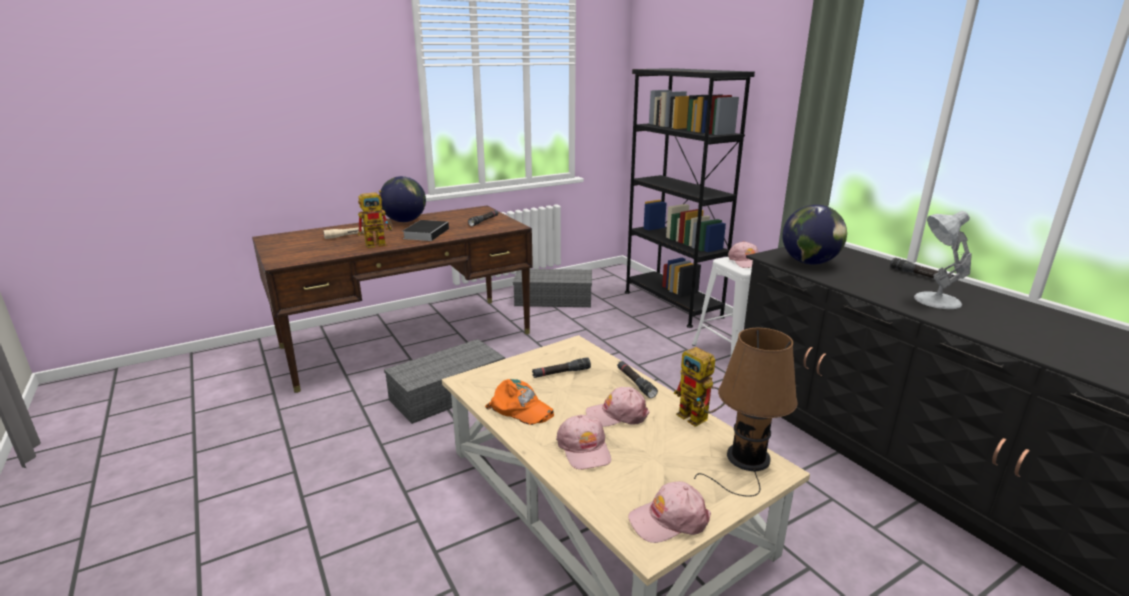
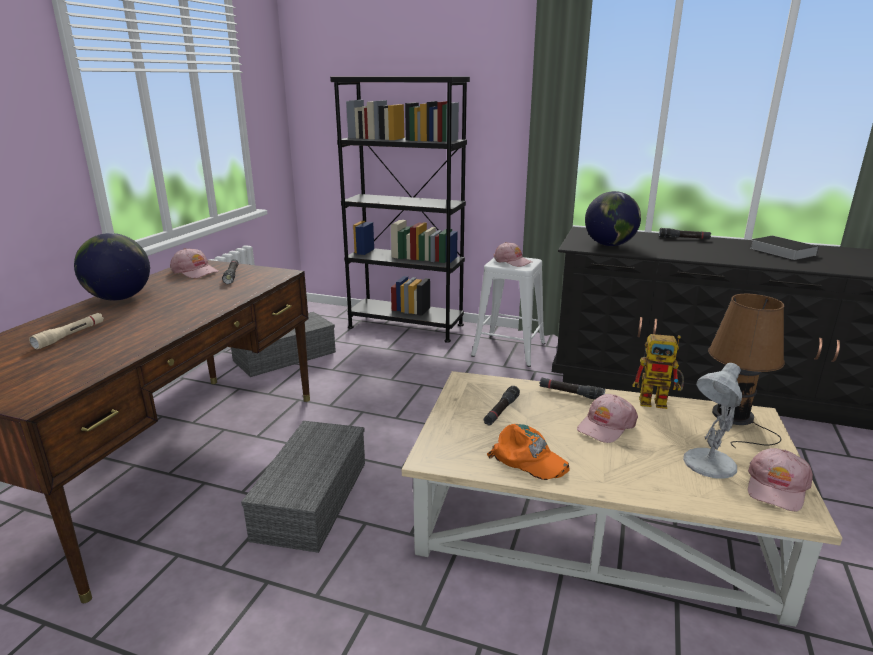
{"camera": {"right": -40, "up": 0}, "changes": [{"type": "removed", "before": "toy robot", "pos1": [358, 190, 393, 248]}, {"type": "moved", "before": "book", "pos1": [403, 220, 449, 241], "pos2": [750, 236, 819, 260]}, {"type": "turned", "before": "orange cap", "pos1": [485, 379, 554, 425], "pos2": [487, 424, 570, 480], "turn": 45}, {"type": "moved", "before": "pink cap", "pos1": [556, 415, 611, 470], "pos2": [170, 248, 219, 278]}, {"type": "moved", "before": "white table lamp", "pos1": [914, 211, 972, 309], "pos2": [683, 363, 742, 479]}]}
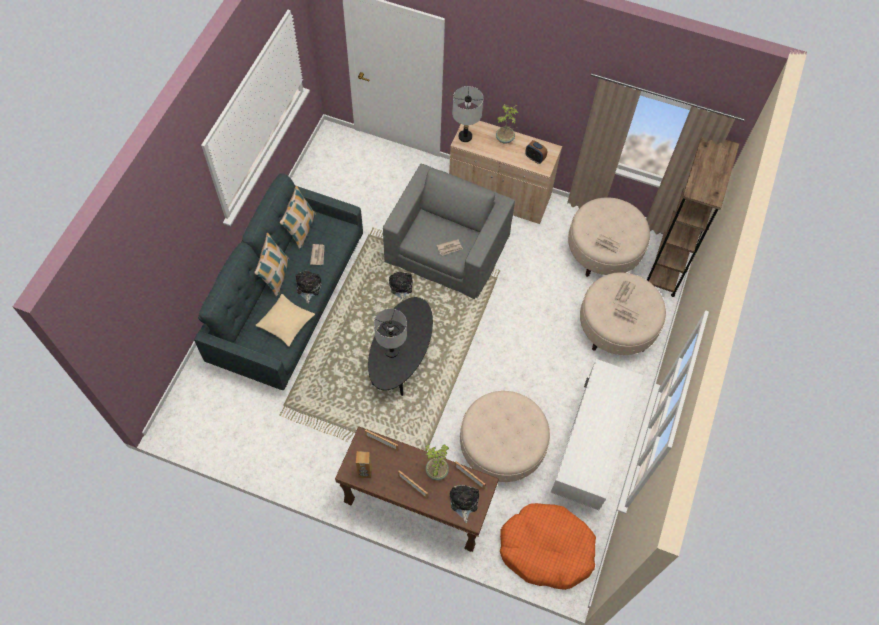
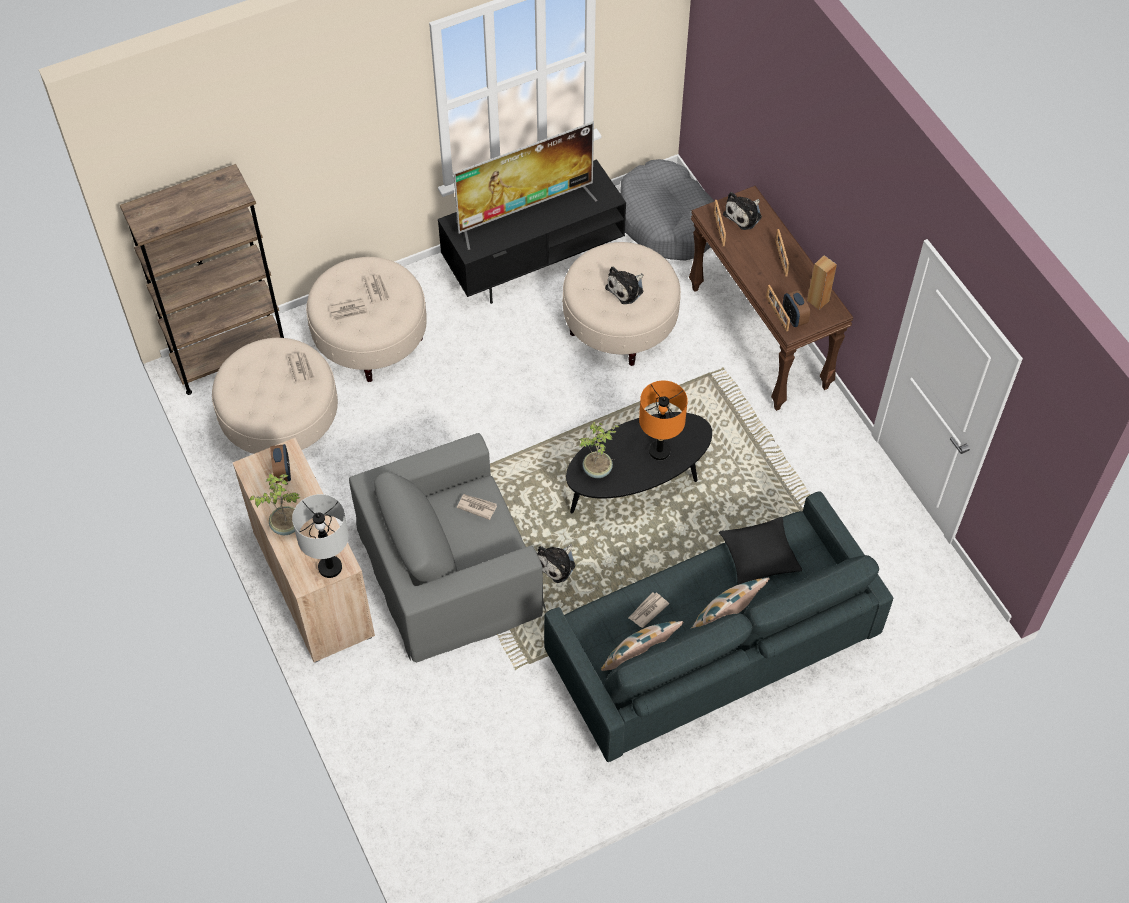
{"camera": {"right": -135, "up": -5}, "changes": [{"type": "recoloured", "before": "beige pillow", "after": "black pillow", "pos1": [255, 294, 315, 347], "pos2": [719, 517, 802, 585]}, {"type": "moved", "before": "plush toy", "pos1": [295, 271, 321, 304], "pos2": [605, 267, 643, 304]}, {"type": "recoloured", "before": "grey table lamp", "after": "orange table lamp", "pos1": [374, 308, 407, 358], "pos2": [639, 381, 688, 460]}, {"type": "moved", "before": "potted plant", "pos1": [425, 444, 449, 480], "pos2": [579, 422, 620, 478]}, {"type": "recoloured", "before": "orange dog bed", "after": "grey dog bed", "pos1": [500, 503, 596, 590], "pos2": [620, 159, 714, 261]}, {"type": "recoloured", "before": "white tv stand", "after": "black tv stand", "pos1": [551, 359, 644, 510], "pos2": [438, 159, 626, 304]}, {"type": "added", "after": "television", "pos2": [453, 122, 598, 250]}, {"type": "added", "after": "alarm clock", "pos2": [783, 290, 810, 327]}]}
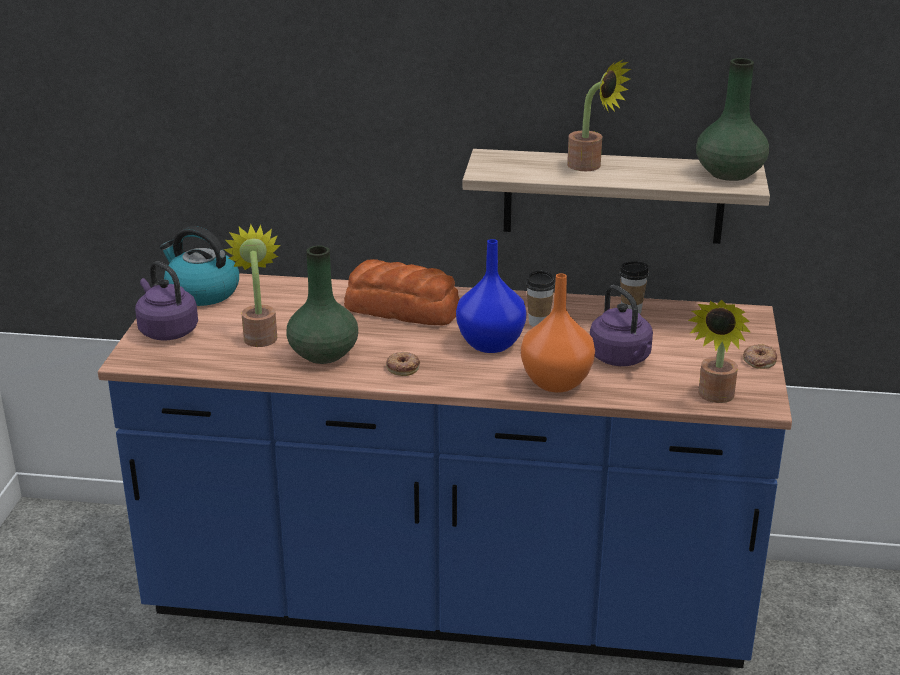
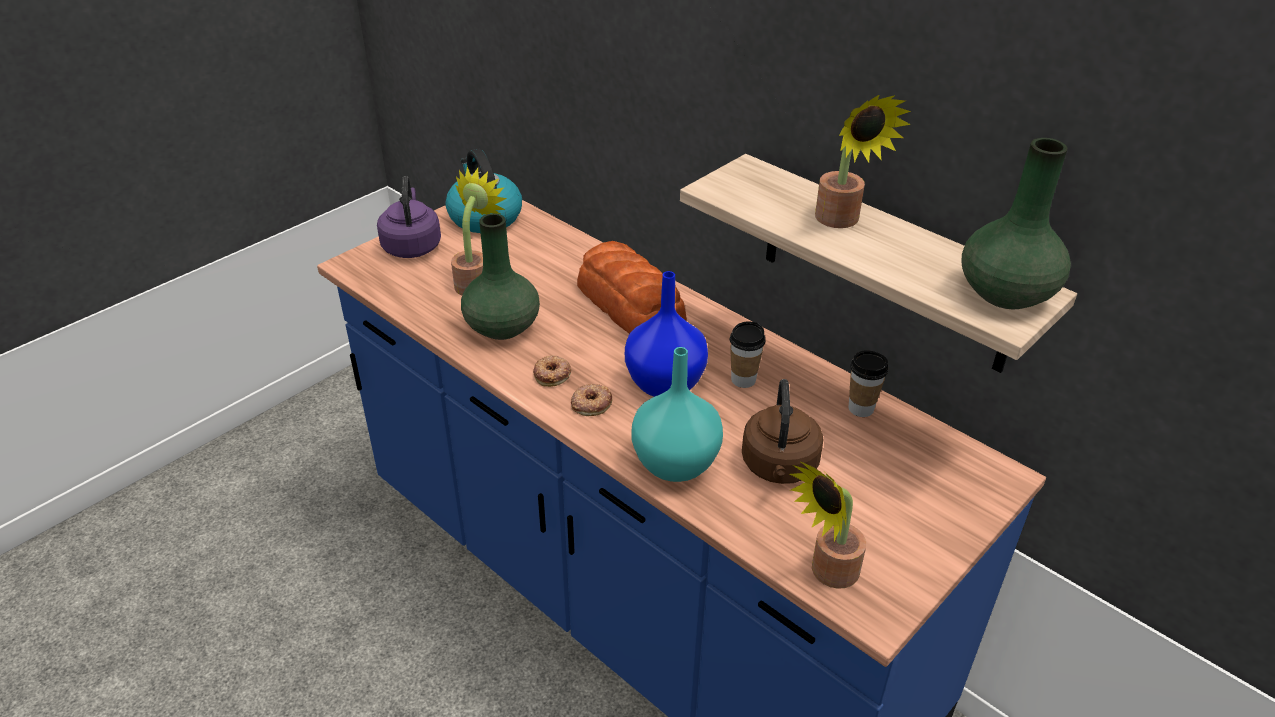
{"camera": {"right": 35, "up": 10}, "changes": [{"type": "recoloured", "before": "orange vase", "after": "turquoise vase", "pos1": [521, 273, 595, 392], "pos2": [631, 347, 723, 482]}, {"type": "recoloured", "before": "purple kettle", "after": "brown kettle", "pos1": [590, 285, 653, 366], "pos2": [742, 379, 823, 484]}, {"type": "moved", "before": "donut", "pos1": [743, 344, 777, 369], "pos2": [571, 384, 612, 416]}]}
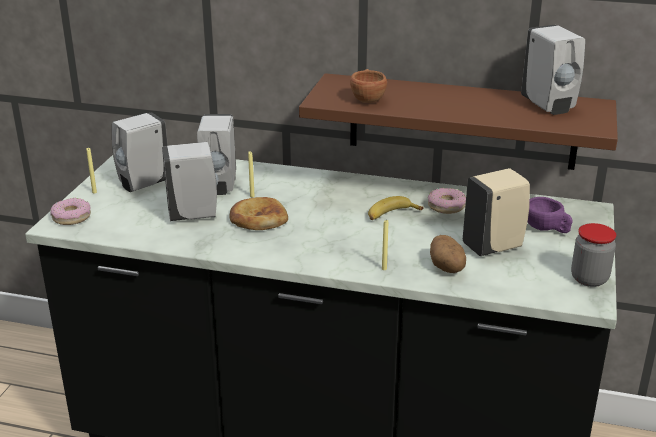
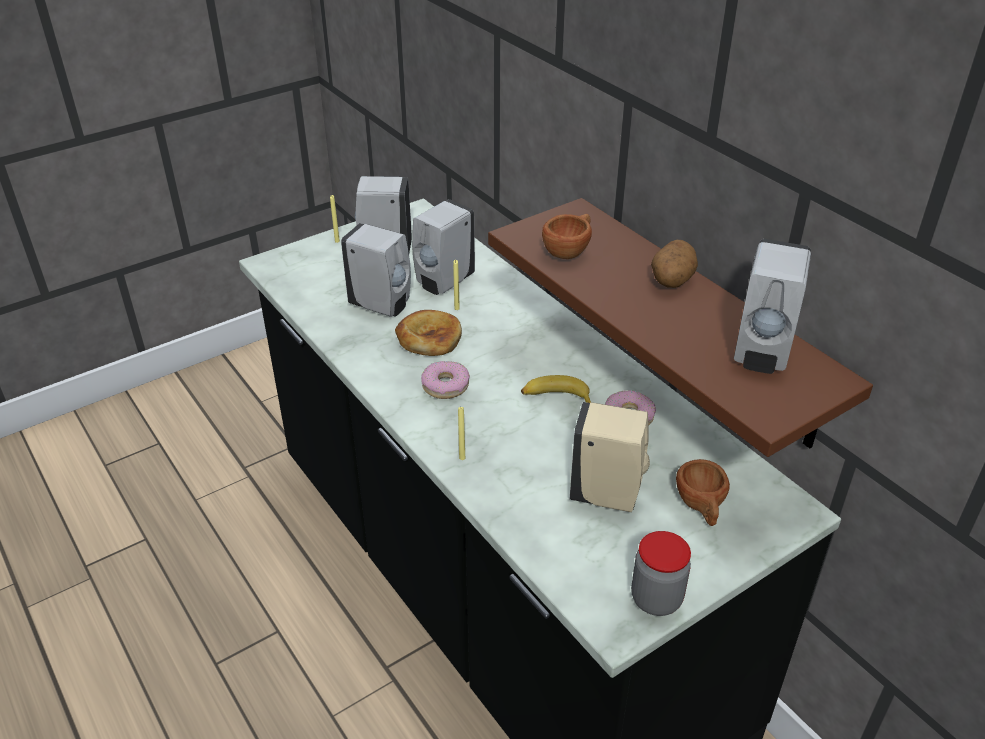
{"camera": {"right": 40, "up": 10}, "changes": [{"type": "moved", "before": "donut", "pos1": [50, 198, 91, 225], "pos2": [421, 361, 470, 399]}, {"type": "moved", "before": "potato", "pos1": [430, 235, 466, 273], "pos2": [651, 240, 698, 288]}, {"type": "recoloured", "before": "purple cup", "after": "brown cup", "pos1": [528, 197, 573, 233], "pos2": [676, 459, 730, 526]}]}
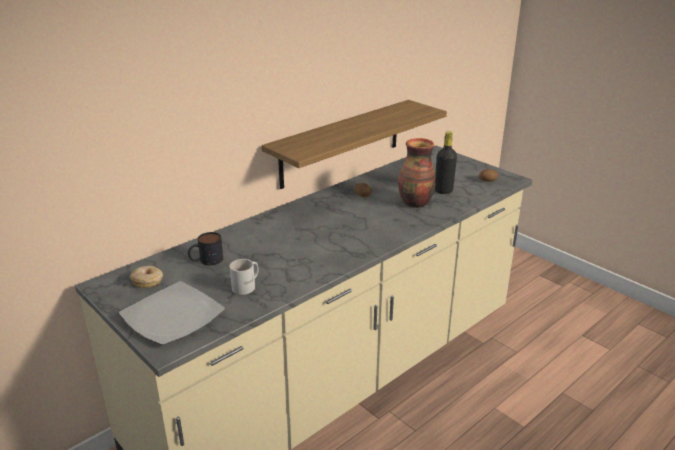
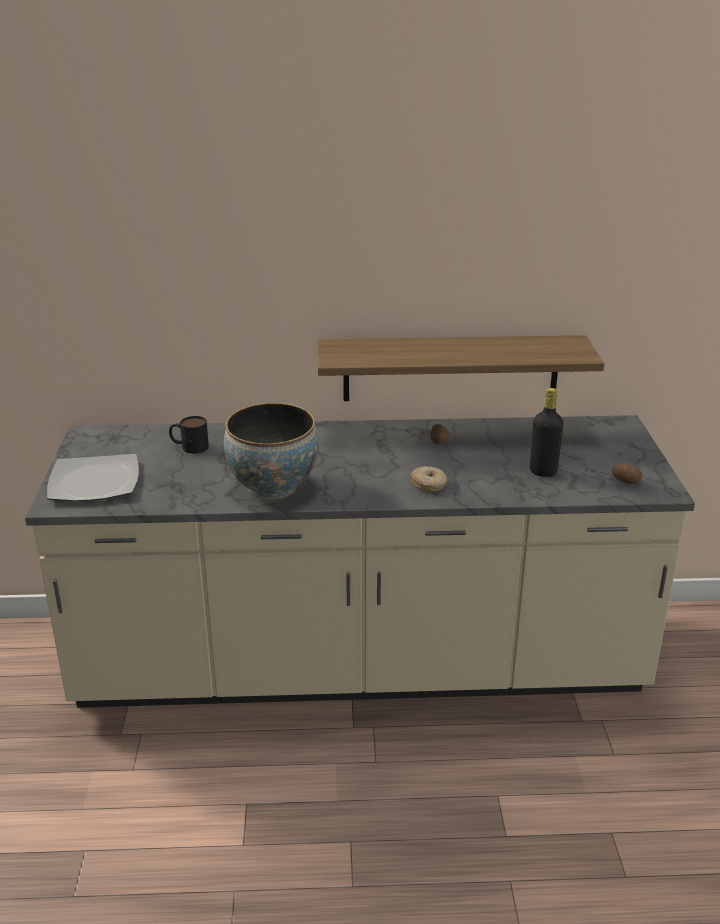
{"camera": {"right": 40, "up": 0}, "changes": [{"type": "moved", "before": "donut", "pos1": [130, 266, 163, 288], "pos2": [411, 466, 447, 491]}, {"type": "removed", "before": "white mug", "pos1": [230, 259, 258, 295]}, {"type": "removed", "before": "vase", "pos1": [398, 138, 435, 208]}, {"type": "added", "after": "bowl", "pos2": [224, 403, 319, 499]}]}
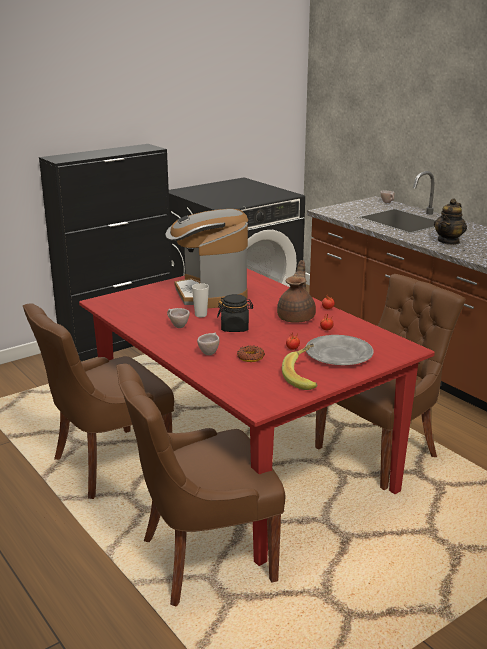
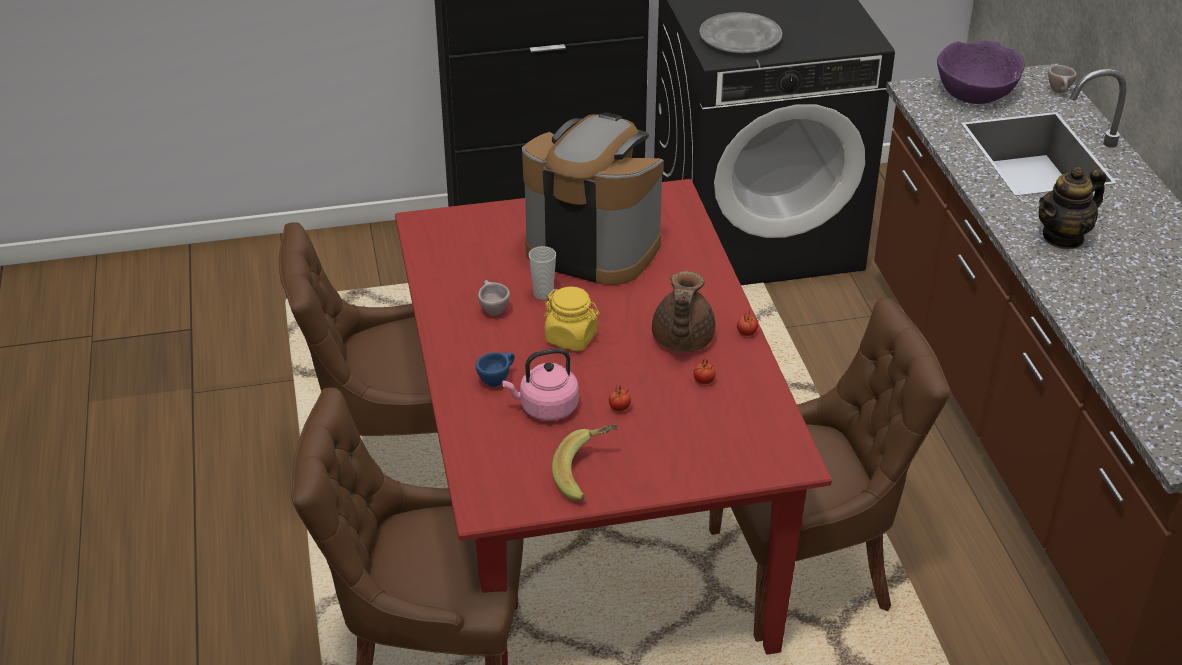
{"camera": {"right": 25, "up": 15}, "changes": [{"type": "turned", "before": "coffee machine", "pos1": [165, 209, 248, 308], "pos2": [522, 112, 664, 285], "turn": 105}, {"type": "recoloured", "before": "beige cup", "after": "blue cup", "pos1": [197, 333, 220, 355], "pos2": [476, 352, 515, 387]}, {"type": "recoloured", "before": "black jar", "after": "yellow jar", "pos1": [217, 294, 253, 332], "pos2": [544, 287, 600, 351]}, {"type": "replaced", "before": "donut", "after": "pink kettle", "pos1": [237, 346, 265, 362], "pos2": [502, 348, 579, 421]}, {"type": "turned", "before": "brown teapot", "pos1": [277, 260, 316, 323], "pos2": [652, 271, 715, 352], "turn": 150}, {"type": "moved", "before": "grey plate", "pos1": [306, 335, 374, 365], "pos2": [699, 12, 782, 53]}, {"type": "added", "after": "purple bowl", "pos2": [937, 40, 1025, 104]}]}
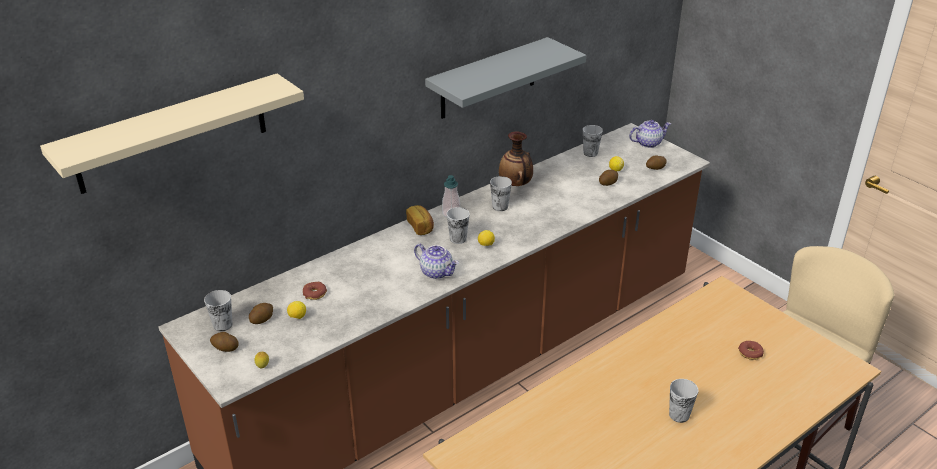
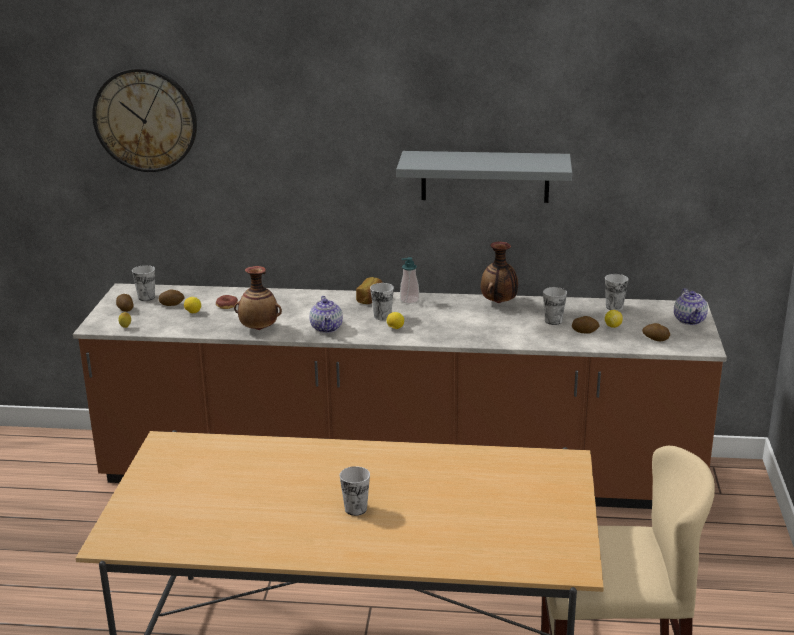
{"camera": {"right": 45, "up": -10}, "changes": [{"type": "replaced", "before": "beige shelf", "after": "wall clock", "pos1": [40, 74, 304, 194], "pos2": [92, 68, 197, 172]}, {"type": "moved", "before": "cup", "pos1": [490, 176, 512, 211], "pos2": [543, 287, 567, 325]}, {"type": "turned", "before": "teapot", "pos1": [629, 120, 671, 148], "pos2": [674, 288, 708, 325], "turn": 60}, {"type": "removed", "before": "donut", "pos1": [738, 341, 764, 360]}, {"type": "added", "after": "vase", "pos2": [234, 266, 282, 330]}]}
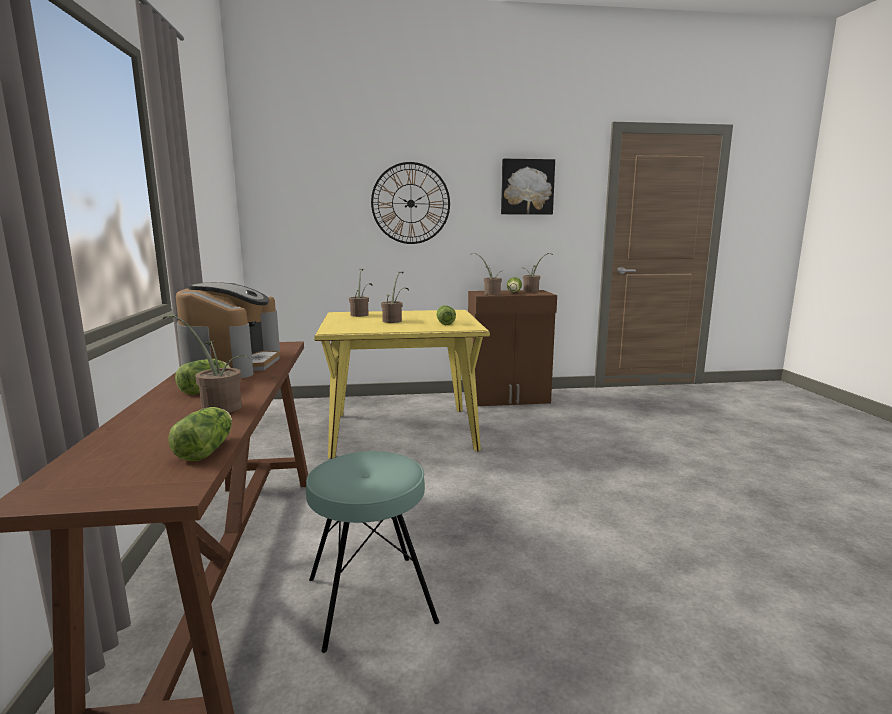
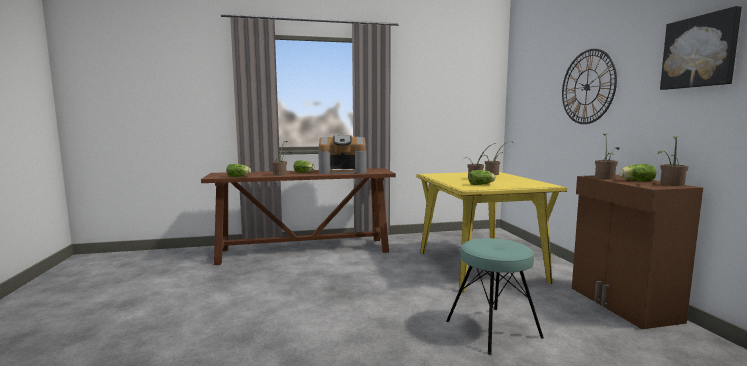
{"camera": {"right": 85, "up": -5}, "changes": [{"type": "moved", "before": "turquoise stool", "pos1": [306, 451, 439, 653], "pos2": [446, 238, 544, 355]}]}
